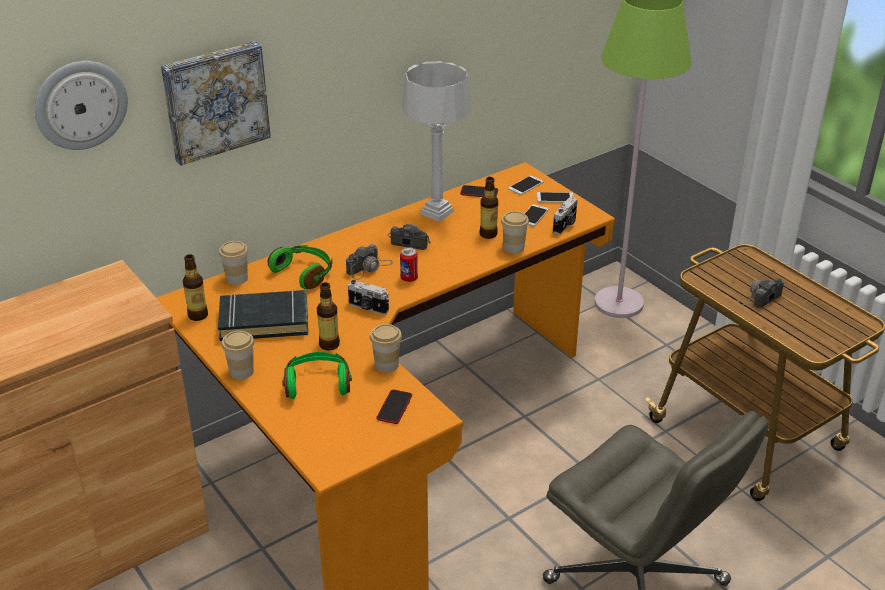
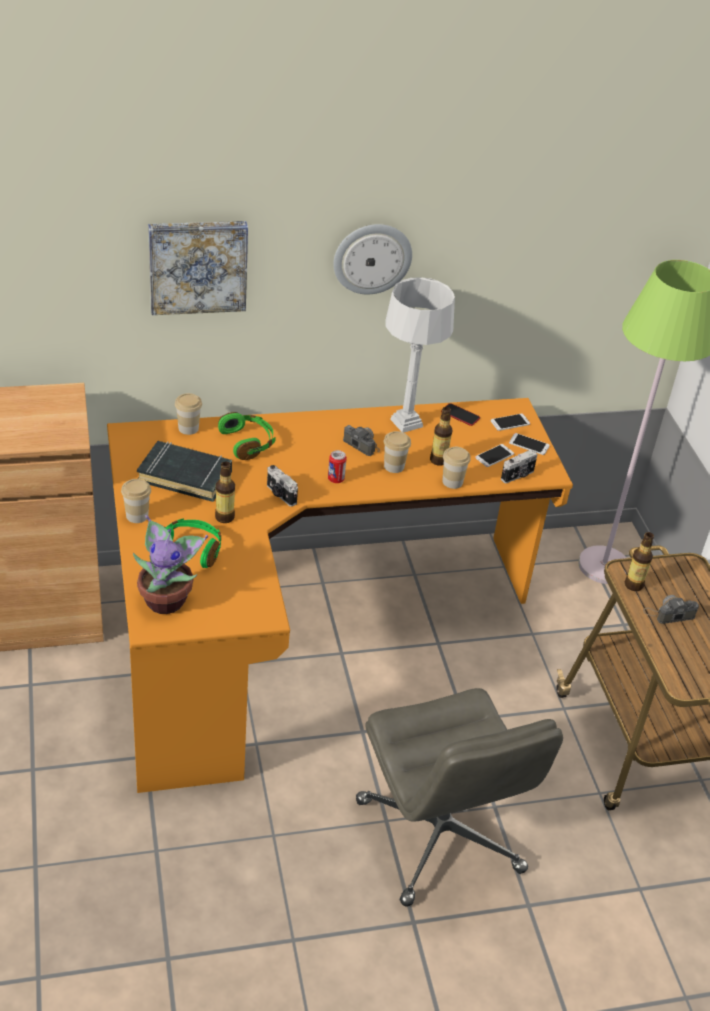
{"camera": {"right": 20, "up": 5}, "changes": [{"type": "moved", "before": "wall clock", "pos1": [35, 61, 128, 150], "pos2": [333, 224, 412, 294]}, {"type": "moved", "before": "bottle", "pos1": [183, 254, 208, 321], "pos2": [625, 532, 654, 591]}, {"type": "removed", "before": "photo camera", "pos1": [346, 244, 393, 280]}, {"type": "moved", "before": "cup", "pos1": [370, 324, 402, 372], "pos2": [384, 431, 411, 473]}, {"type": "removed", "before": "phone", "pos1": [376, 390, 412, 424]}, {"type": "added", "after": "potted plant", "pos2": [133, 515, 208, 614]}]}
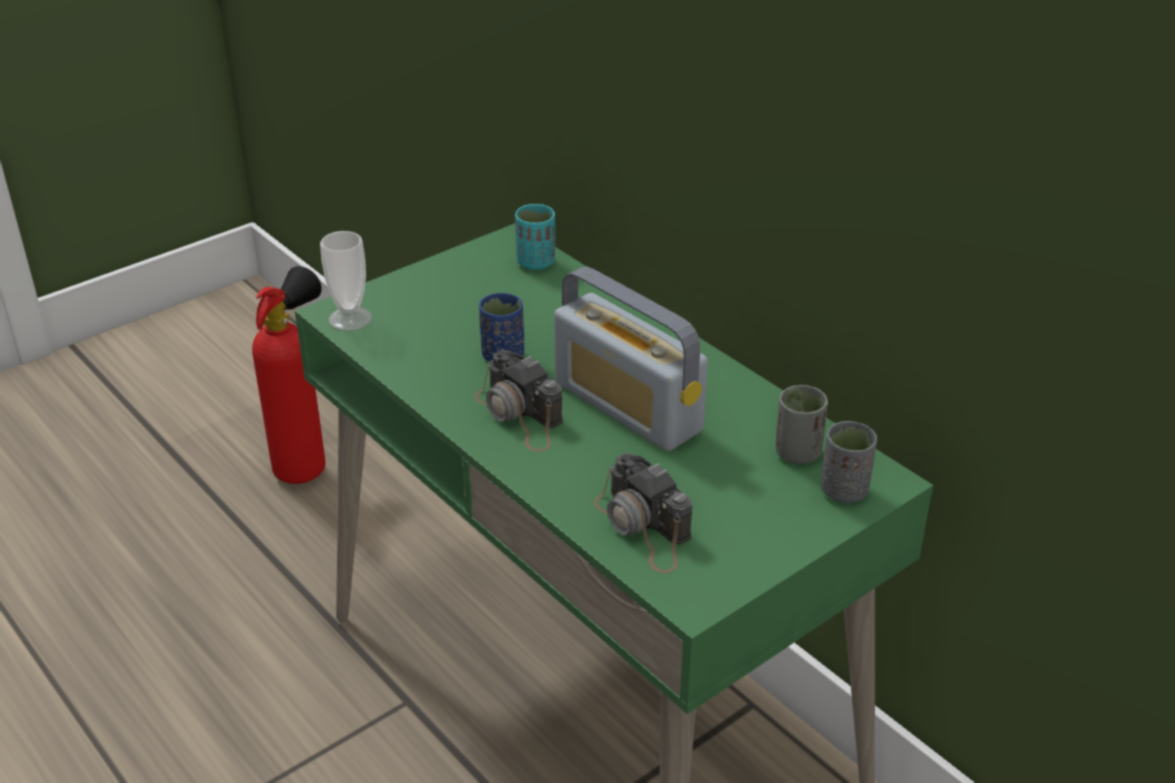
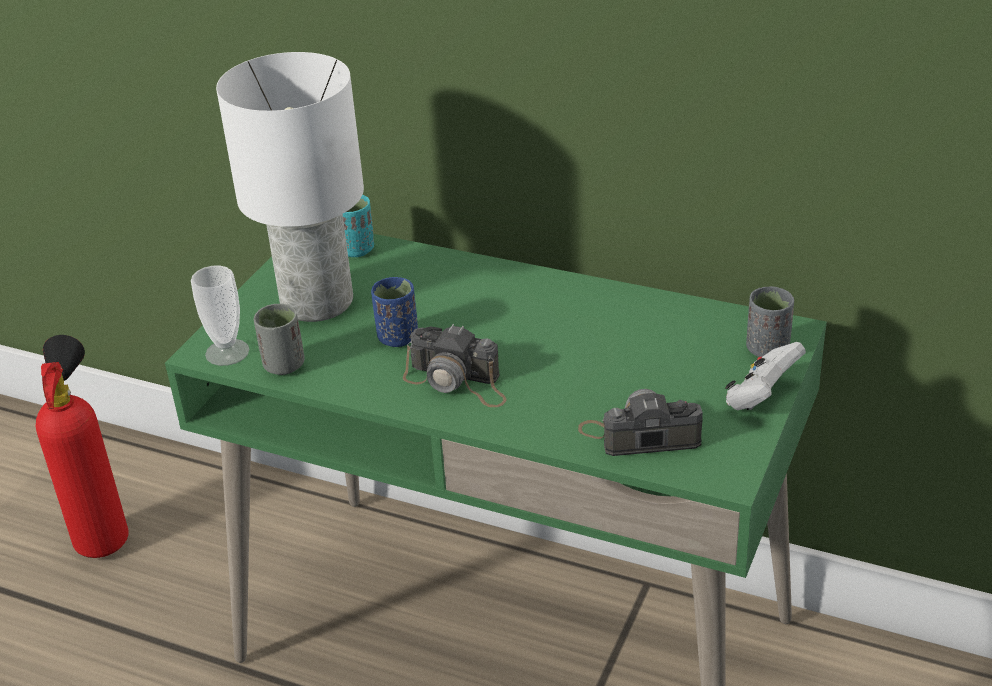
{"camera": {"right": -25, "up": 0}, "changes": [{"type": "removed", "before": "radio", "pos1": [554, 266, 708, 451]}, {"type": "turned", "before": "photo camera", "pos1": [594, 453, 692, 573], "pos2": [578, 389, 703, 456], "turn": 150}, {"type": "moved", "before": "grey cup", "pos1": [775, 385, 828, 464], "pos2": [254, 303, 305, 375]}, {"type": "added", "after": "white table lamp", "pos2": [216, 52, 364, 322]}, {"type": "added", "after": "white game controller", "pos2": [725, 342, 806, 410]}]}
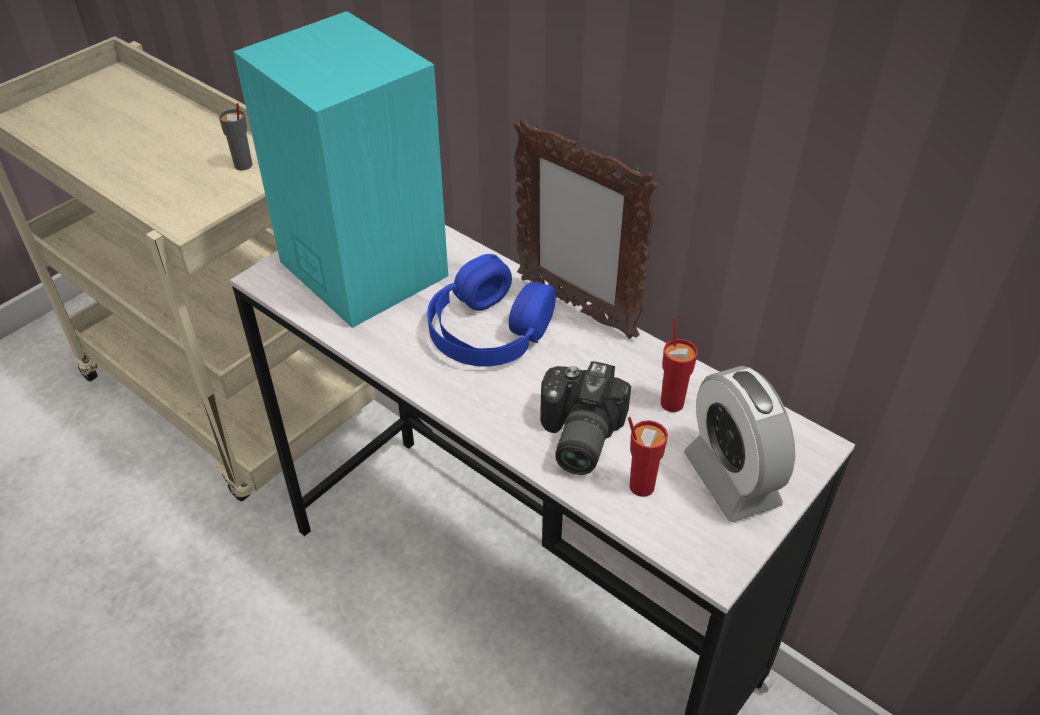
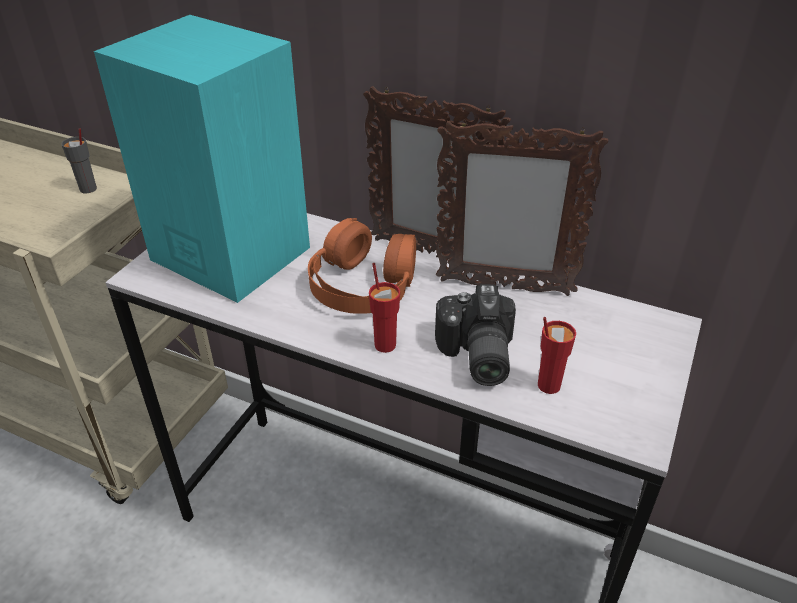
{"camera": {"right": -15, "up": -5}, "changes": [{"type": "recoloured", "before": "blue headphones", "after": "orange headphones", "pos1": [427, 254, 556, 367], "pos2": [308, 218, 416, 314]}, {"type": "moved", "before": "red cup", "pos1": [661, 318, 698, 412], "pos2": [369, 263, 400, 353]}, {"type": "removed", "before": "alarm clock", "pos1": [684, 366, 795, 522]}, {"type": "added", "after": "picture frame", "pos2": [436, 120, 608, 296]}]}
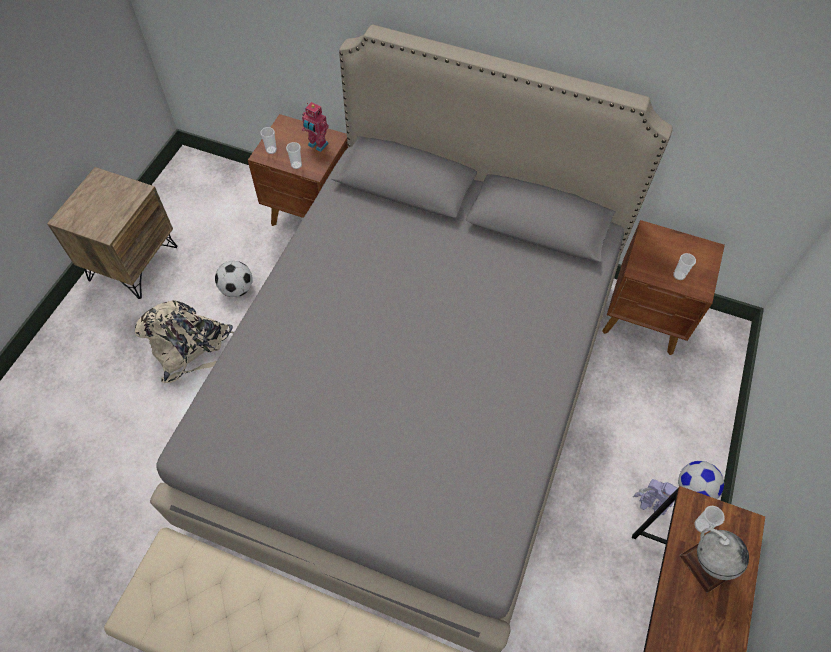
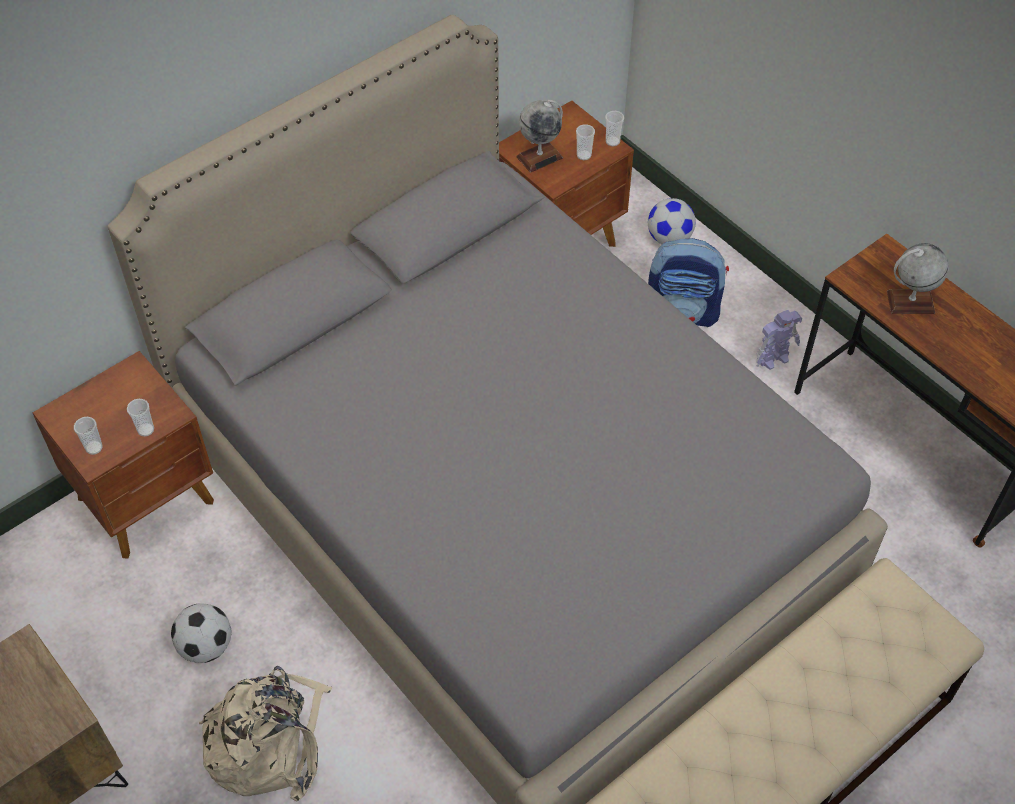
{"camera": {"right": -60, "up": -5}, "changes": [{"type": "removed", "before": "toy robot", "pos1": [302, 102, 329, 152]}, {"type": "moved", "before": "football", "pos1": [678, 461, 724, 499], "pos2": [648, 198, 696, 244]}, {"type": "moved", "before": "cup", "pos1": [694, 505, 725, 533], "pos2": [605, 111, 624, 146]}, {"type": "added", "after": "globe", "pos2": [516, 100, 563, 173]}, {"type": "added", "after": "backpack", "pos2": [648, 238, 729, 327]}]}
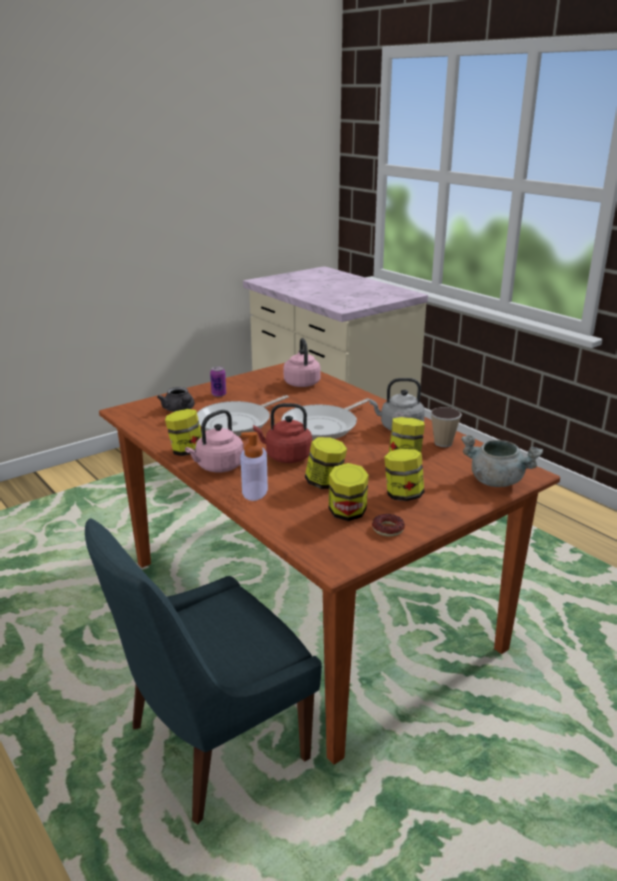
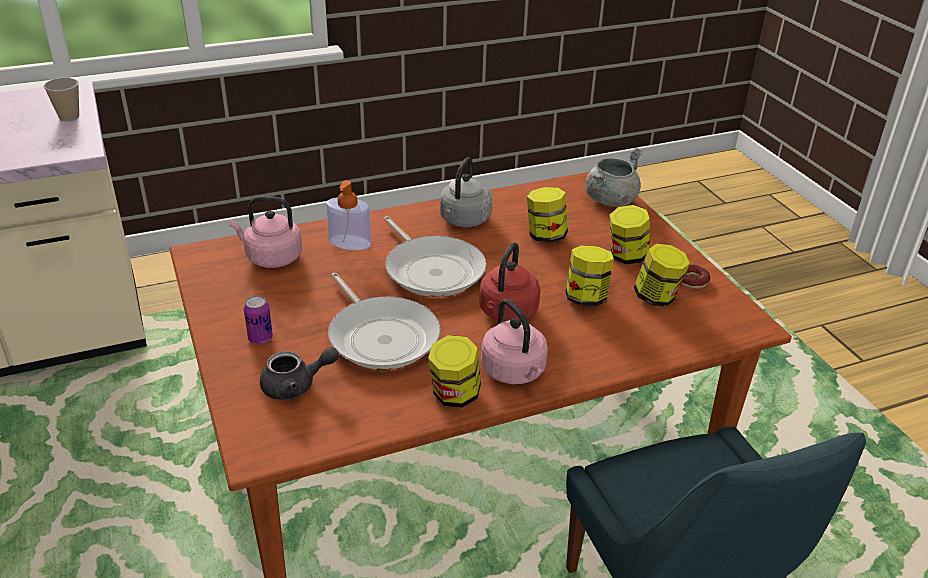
{"camera": {"right": -75, "up": 10}, "changes": [{"type": "moved", "before": "soap dispenser", "pos1": [241, 432, 268, 501], "pos2": [326, 180, 371, 250]}, {"type": "moved", "before": "cup", "pos1": [430, 407, 462, 447], "pos2": [43, 78, 79, 122]}]}
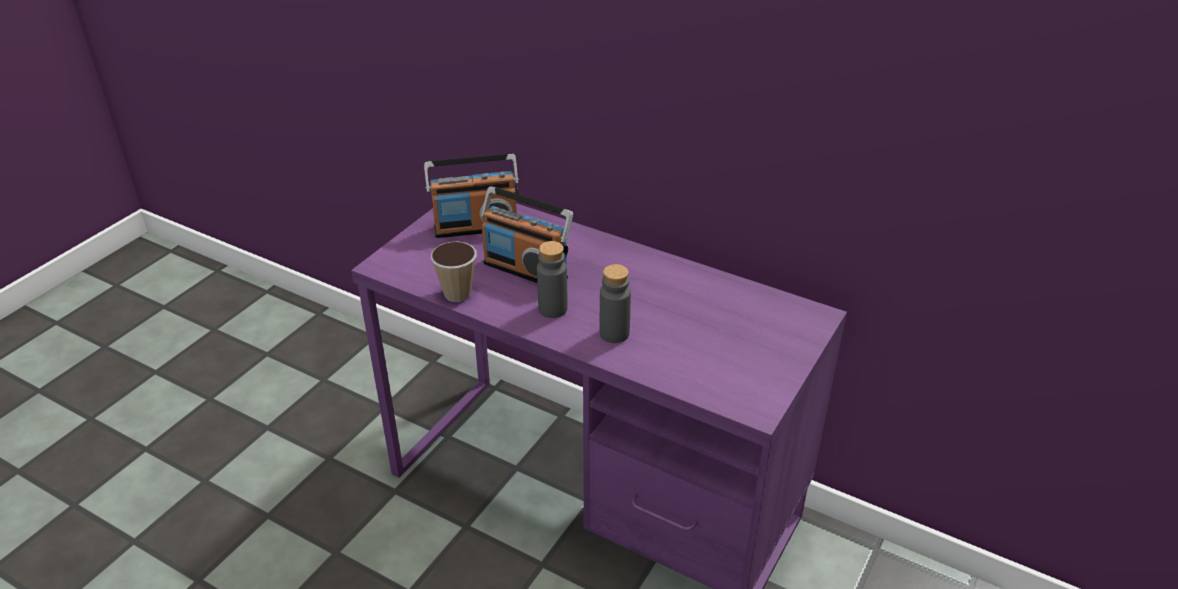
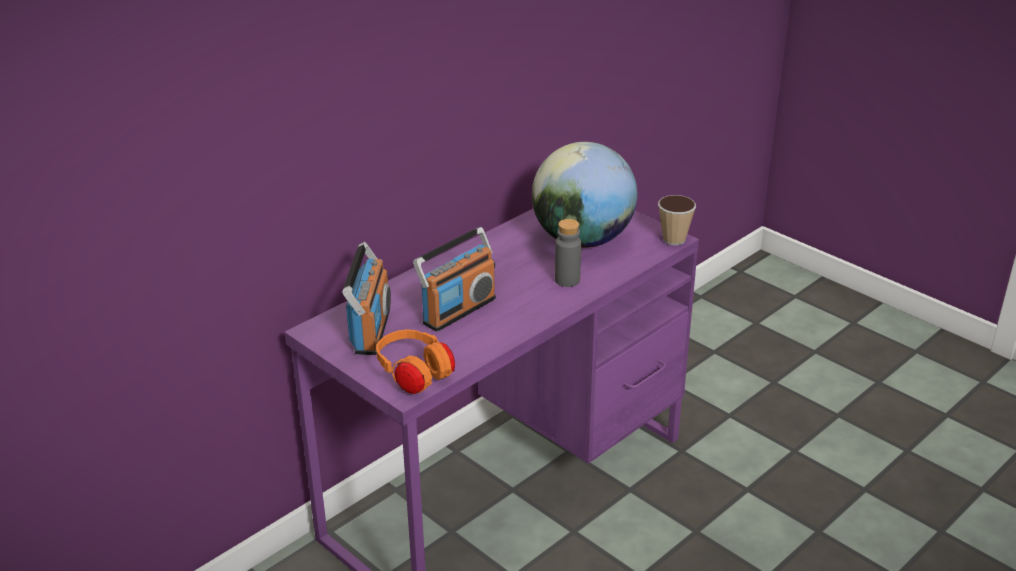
{"camera": {"right": -75, "up": -5}, "changes": [{"type": "moved", "before": "cup", "pos1": [431, 242, 477, 302], "pos2": [658, 195, 696, 245]}, {"type": "removed", "before": "grey bottle", "pos1": [537, 241, 568, 318]}, {"type": "added", "after": "orange headphones", "pos2": [376, 329, 455, 394]}, {"type": "added", "after": "globe", "pos2": [532, 142, 637, 248]}]}
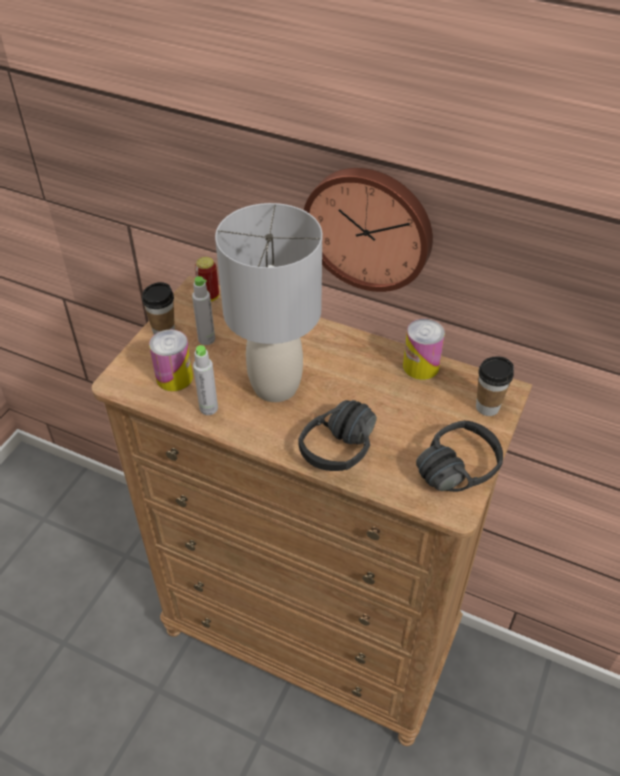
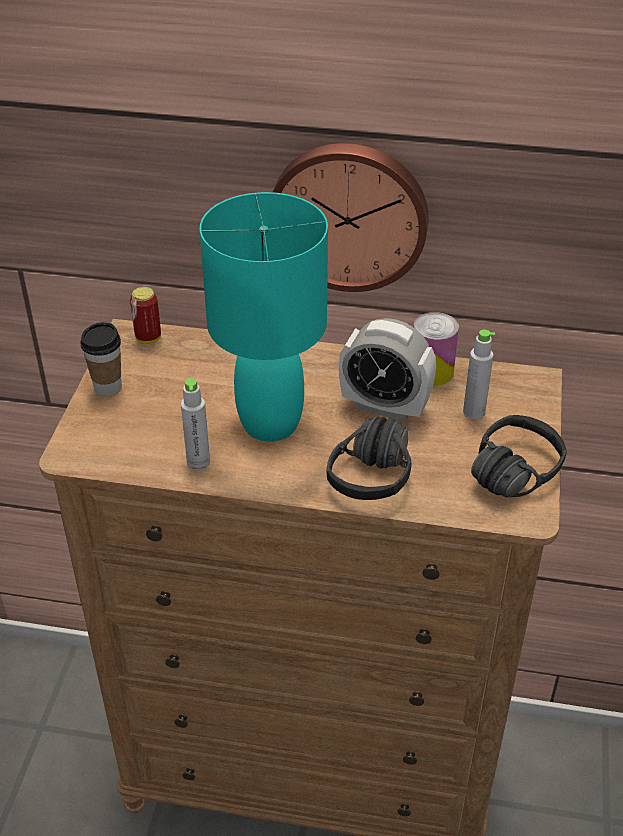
{"camera": {"right": -15, "up": -5}, "changes": [{"type": "removed", "before": "can", "pos1": [149, 330, 193, 391]}, {"type": "moved", "before": "grey bottle", "pos1": [192, 276, 215, 345], "pos2": [463, 330, 495, 420]}, {"type": "recoloured", "before": "grey table lamp", "after": "turquoise table lamp", "pos1": [215, 203, 322, 402], "pos2": [199, 192, 328, 442]}, {"type": "removed", "before": "cup", "pos1": [476, 356, 514, 416]}, {"type": "added", "after": "alarm clock", "pos2": [339, 318, 436, 422]}]}
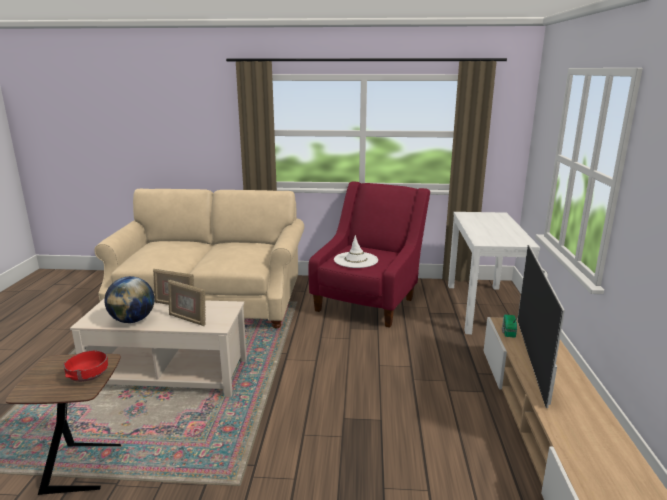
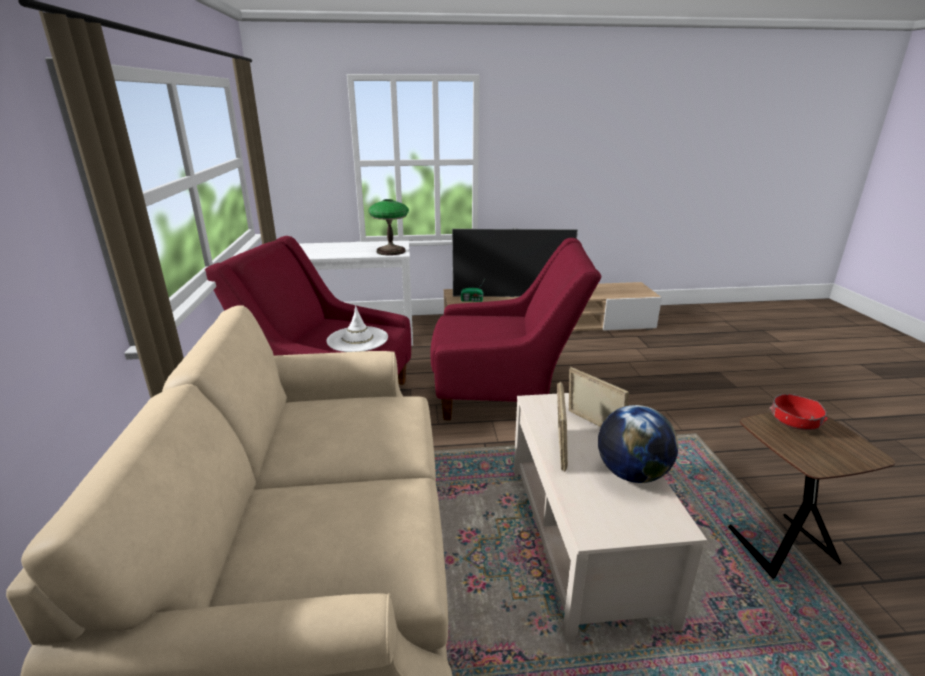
{"camera": {"right": -100, "up": 5}, "changes": [{"type": "turned", "before": "picture frame", "pos1": [168, 280, 206, 326], "pos2": [569, 367, 629, 427], "turn": -60}, {"type": "added", "after": "table lamp", "pos2": [368, 199, 409, 255]}, {"type": "added", "after": "red armchair", "pos2": [431, 238, 601, 420]}]}
